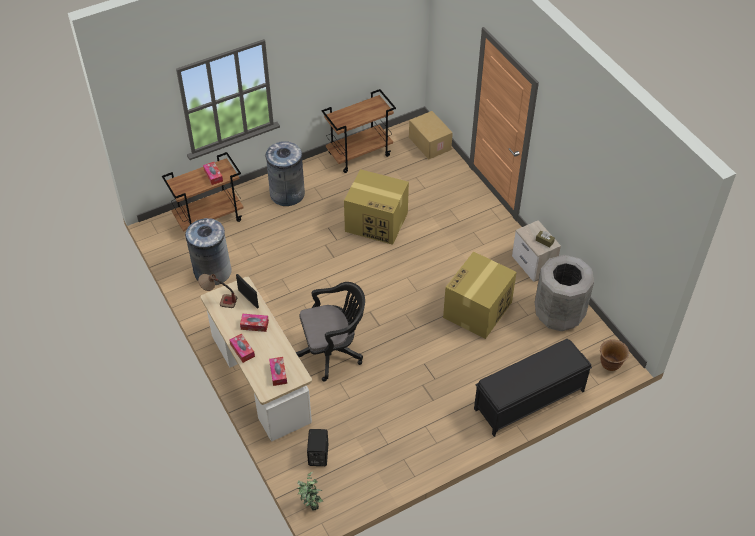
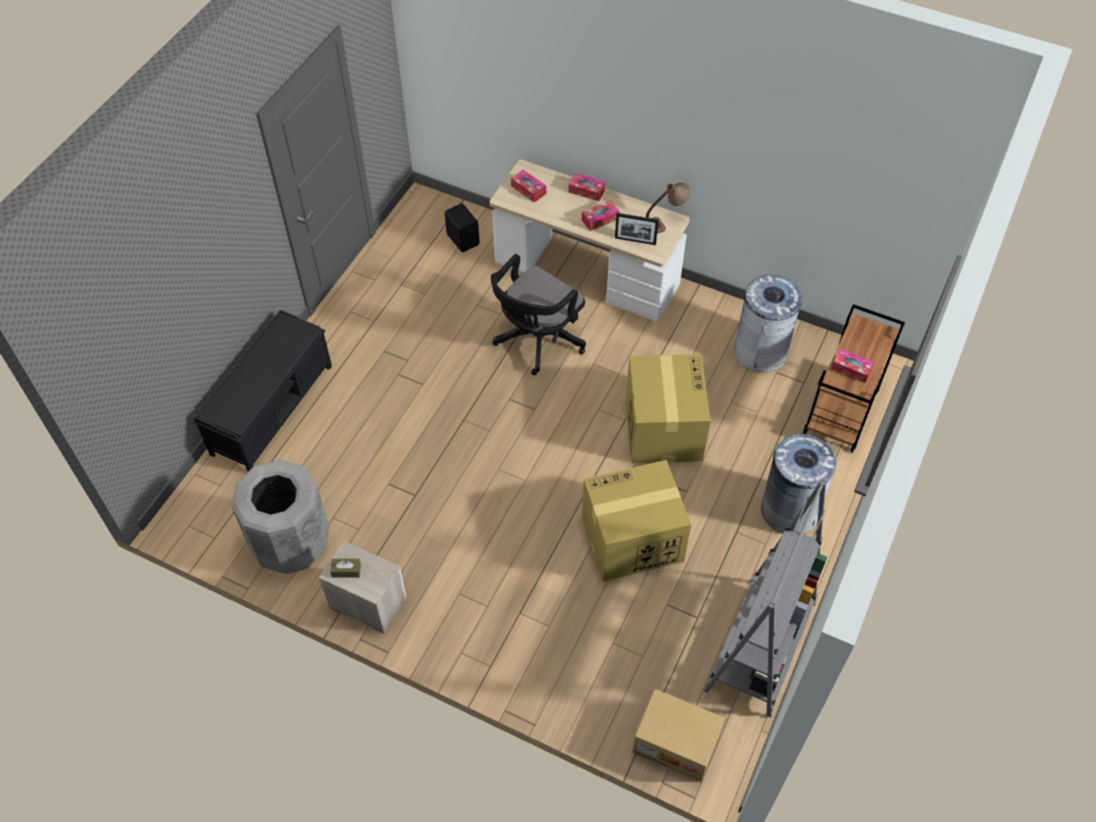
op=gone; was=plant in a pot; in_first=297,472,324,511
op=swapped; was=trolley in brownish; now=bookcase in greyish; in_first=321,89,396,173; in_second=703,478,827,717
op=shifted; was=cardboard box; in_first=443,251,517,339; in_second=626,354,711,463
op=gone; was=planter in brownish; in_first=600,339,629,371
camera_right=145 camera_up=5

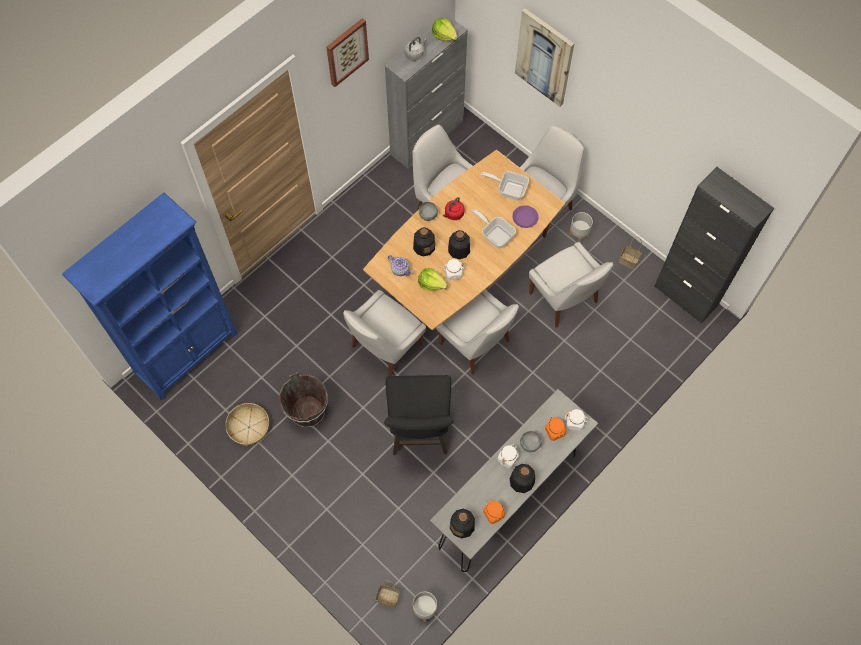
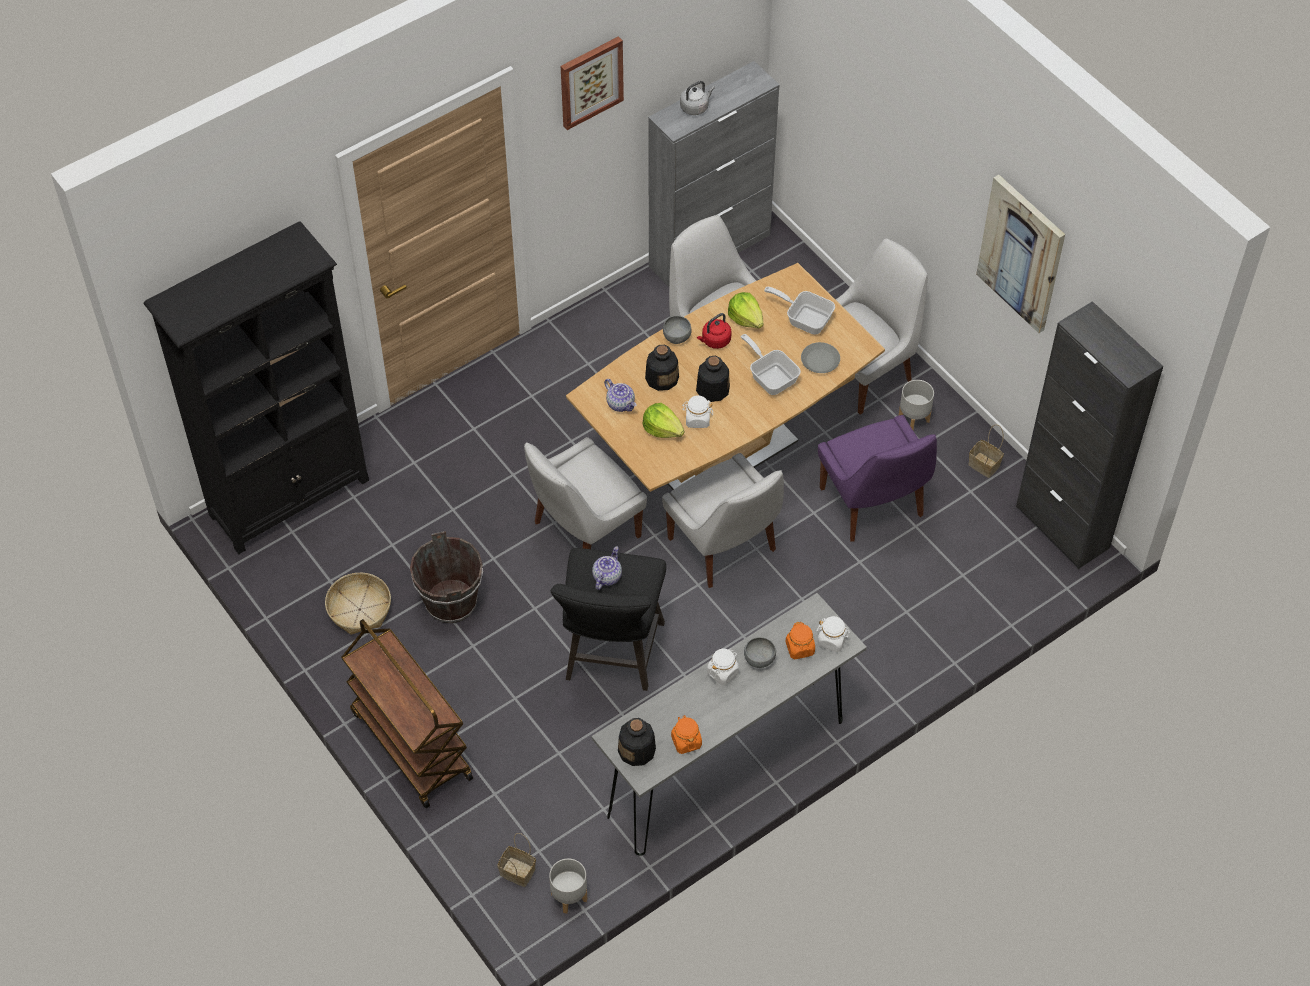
op=repainted; was=bookcase in blue-coloured; now=bookcase in black-coloured; in_first=62,193,238,401; in_second=144,221,369,554
op=shifted; was=lettuce head; in_first=432,18,458,41; in_second=728,292,764,328
op=gone; was=beverage bottle; in_first=509,464,535,493
op=repainted; was=dinner plate in purplish; now=dinner plate in greyish; in_first=512,205,539,228; in_second=801,342,840,373
op=shifted; was=wall art; in_first=515,8,574,107; in_second=976,175,1065,333
op=repainted; was=upright chair in white-coloured; now=upright chair in purplish; in_first=529,242,613,327; in_second=818,415,937,542
op=new; now=trolley in brownish; in_second=341,619,473,808
op=new; now=pot for tea; in_second=592,546,622,590
camera_right=10 camera_up=-10

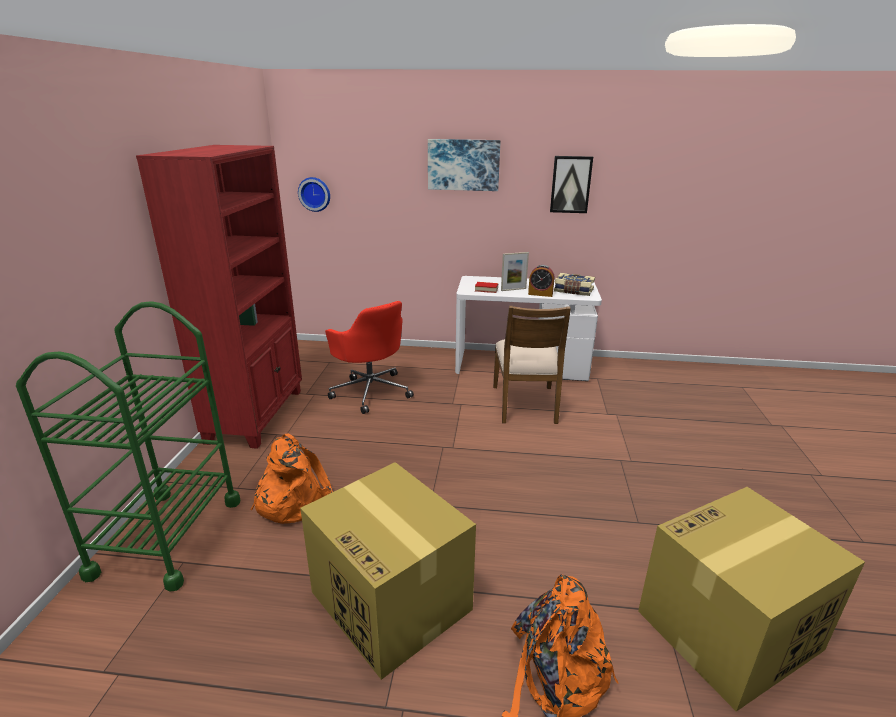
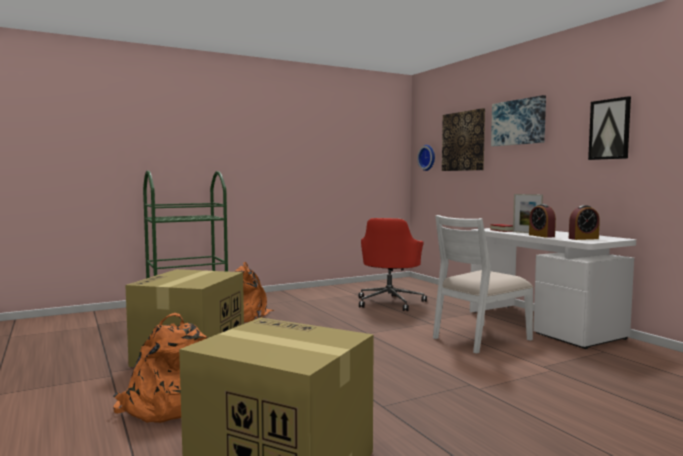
op=gone; was=bookcase in red-coloured; in_first=136,145,302,449
op=repainted; was=upright chair in brownish; now=upright chair in white-coloured; in_first=493,306,571,424; in_second=433,215,533,354
op=swapped; was=bound book; now=alarm clock; in_first=554,273,595,296; in_second=569,205,600,240
op=new; now=wall art; in_second=442,108,485,171
camera_right=55 camera_up=-20

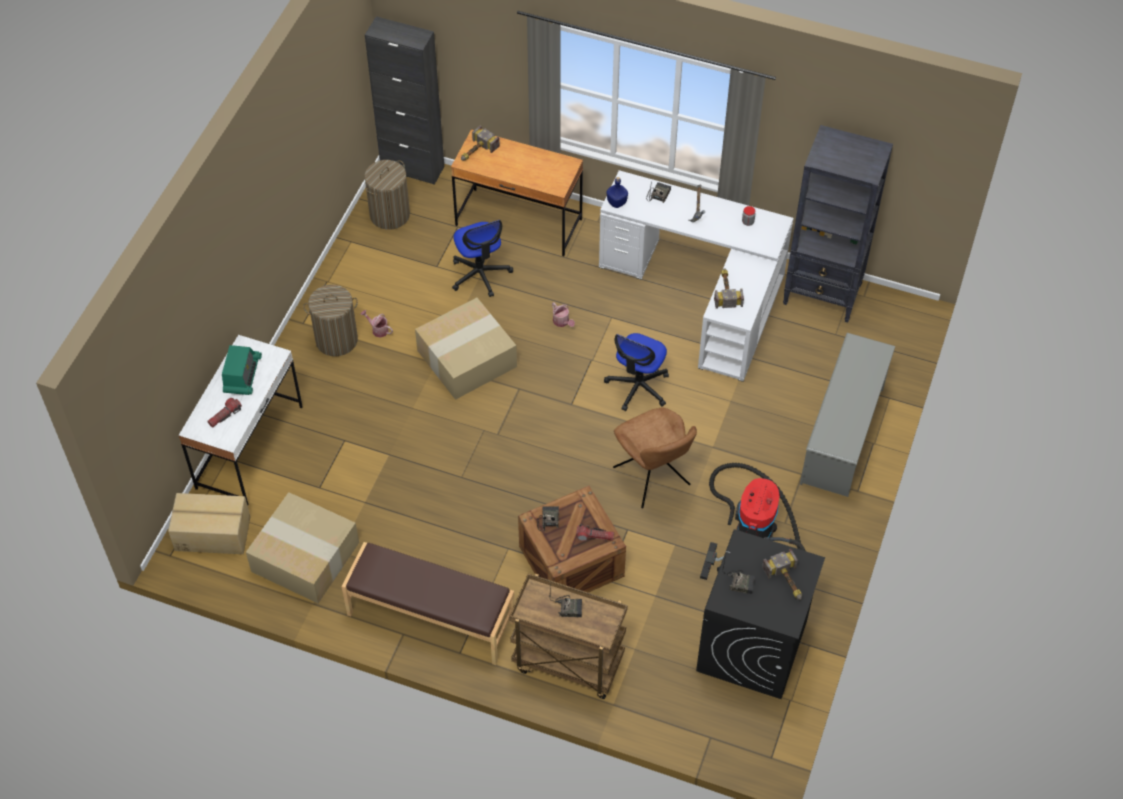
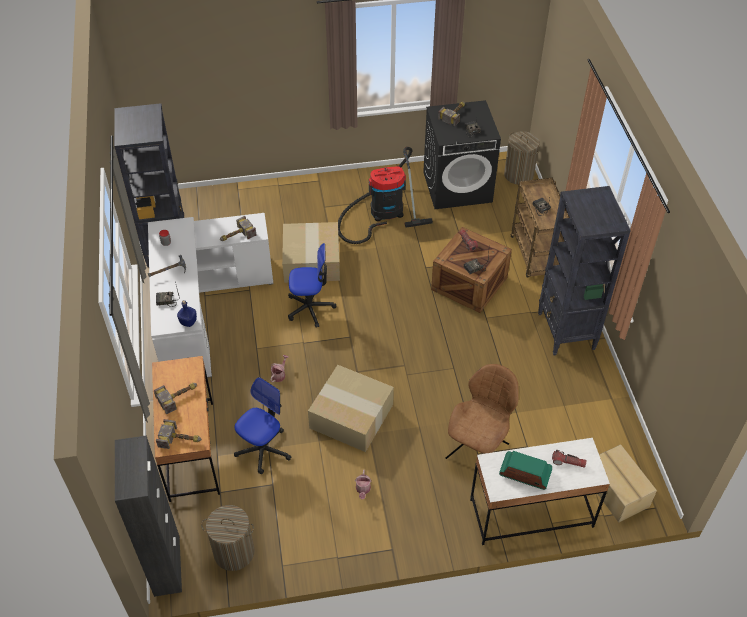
op=rotated; was=radio; in_first=222,345,262,395; in_second=499,451,552,490; clockwise=45
op=shifted; was=cardboard box; in_first=246,492,359,603; in_second=282,222,340,283
op=shifted; was=hamper; in_first=303,285,358,356; in_second=504,132,540,185
op=swapped; was=indoor bench in brownish; now=bookcase in black-coloured; in_first=341,542,515,665; in_second=538,186,631,356
op=shifted; was=upright chair in brownish; in_first=613,407,697,508; in_second=446,364,519,459
op=gone; was=shoe stand in greyish; in_first=800,333,895,497
op=new; now=hand hammer; in_second=154,383,197,415
camera_right=-120 camera_up=-5

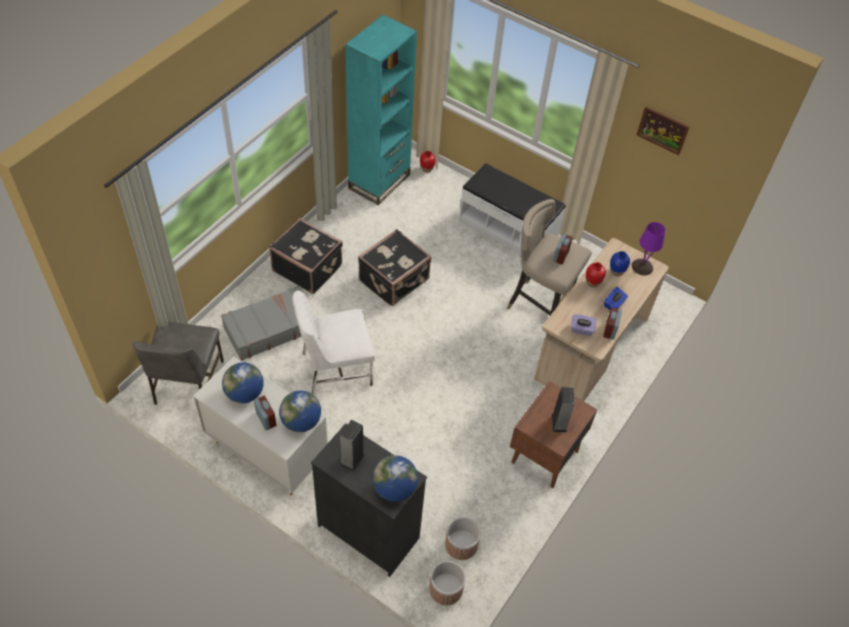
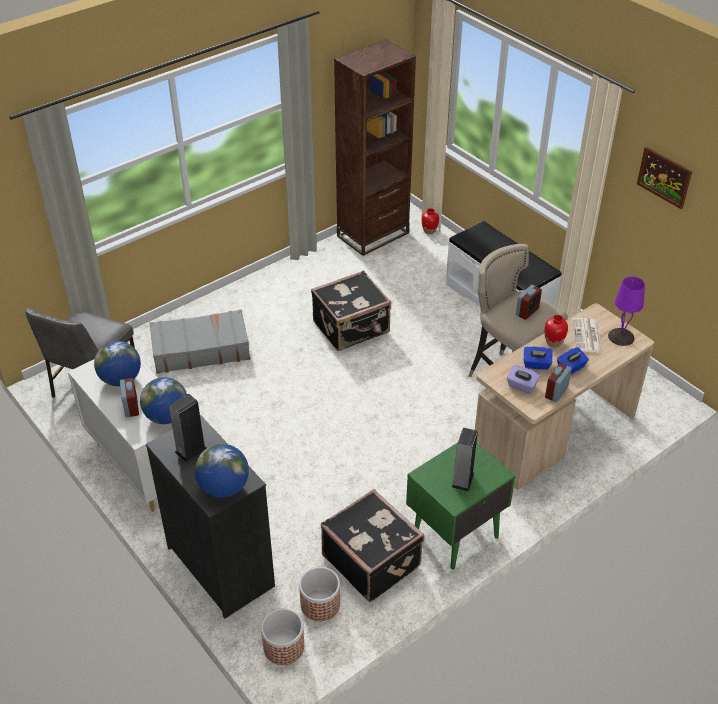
op=shifted; was=travel case in black-coloured; in_first=269,218,343,294; in_second=321,489,424,602
op=gone; was=upright chair in white-coloured; in_first=292,290,375,395
op=repainted; was=bookcase in blue-green; now=bookcase in brownish; in_first=345,15,417,205; in_second=334,39,416,256
op=repainted; was=bedside table in brownish; now=bedside table in green; in_first=510,381,598,488; in_second=406,442,515,570
op=swapped; was=flower vase in blue-coloured; now=printed paper; in_first=610,251,630,276; in_second=573,318,602,353
op=new; now=box of tissues in blue-coloured; in_second=524,346,553,370
camera_right=20 camera_up=-10

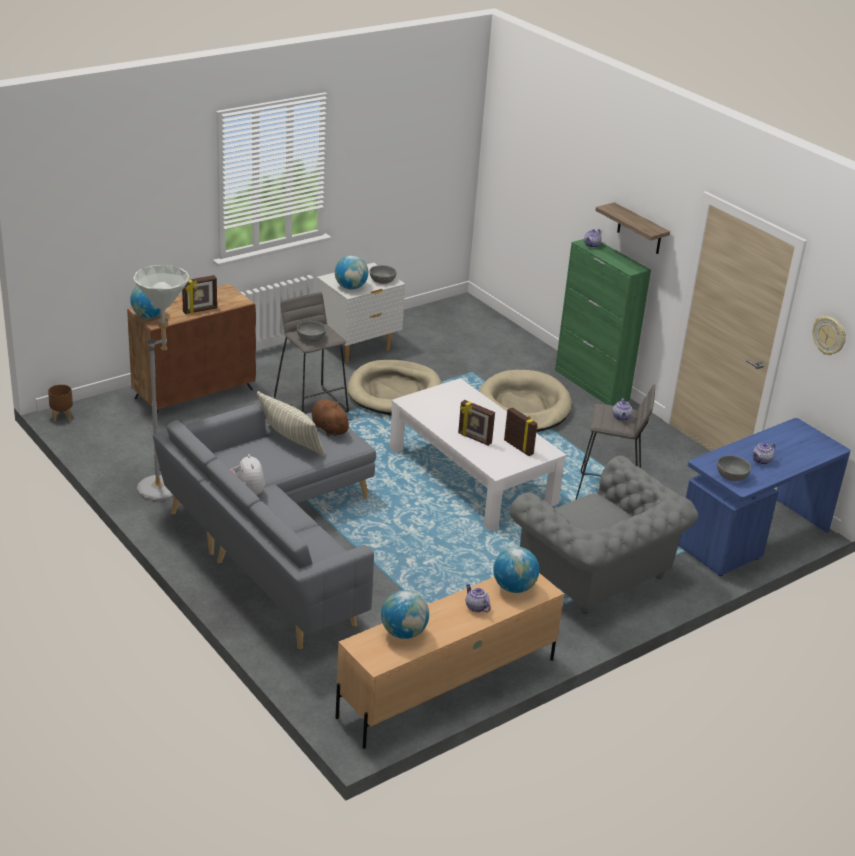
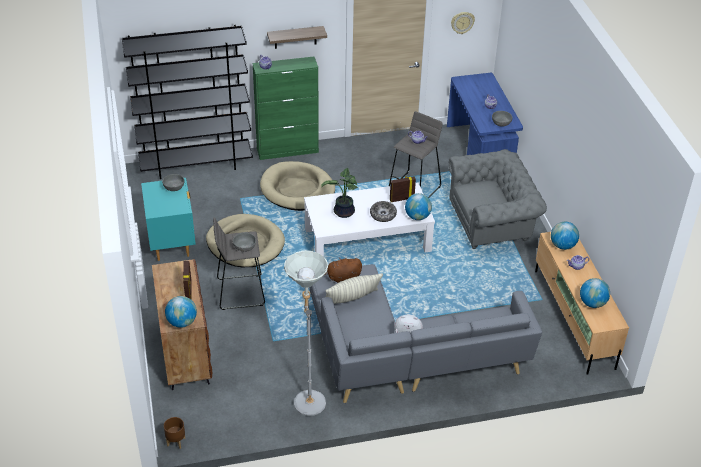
op=repainted; was=bedside table in white-coloured; now=bedside table in blue-green; in_first=317,263,405,363; in_second=141,178,196,261
op=shifted; was=world globe; in_first=335,255,368,290; in_second=405,193,432,220
op=swapped; was=standing frame; now=serving bowl; in_first=458,400,495,446; in_second=370,201,397,222
op=new; now=bookcase in black-coloured; in_second=122,24,253,179
op=new; now=plant in a pot; in_second=321,168,358,218
camera_right=-65 camera_up=10

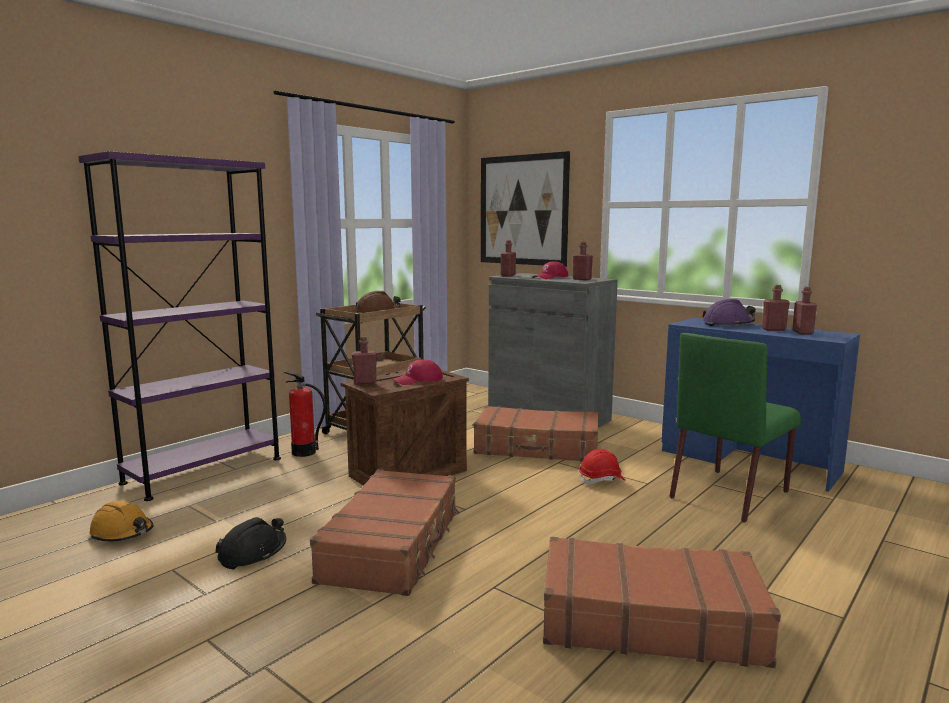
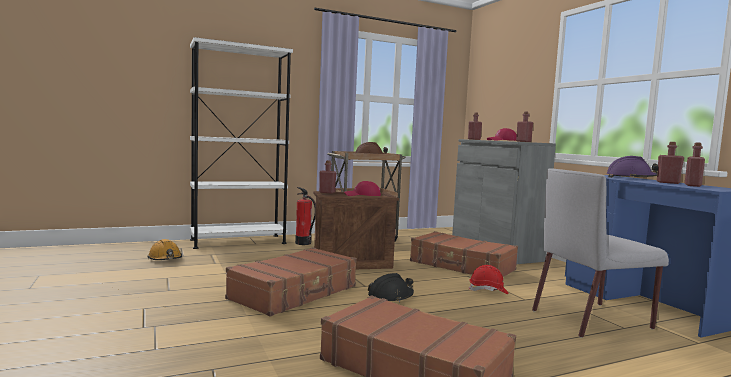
op=repainted; was=bookcase in purplish; now=bookcase in white-coloured; in_first=78,151,281,501; in_second=190,37,293,249
op=shifted; was=safety helmet in black-coloured; in_first=215,517,286,569; in_second=368,273,414,302
op=gone; was=wall art; in_first=481,151,570,267
op=repainted; was=upright chair in green; now=upright chair in greyish; in_first=669,333,801,523; in_second=532,168,669,338
camera_right=25 camera_up=-5

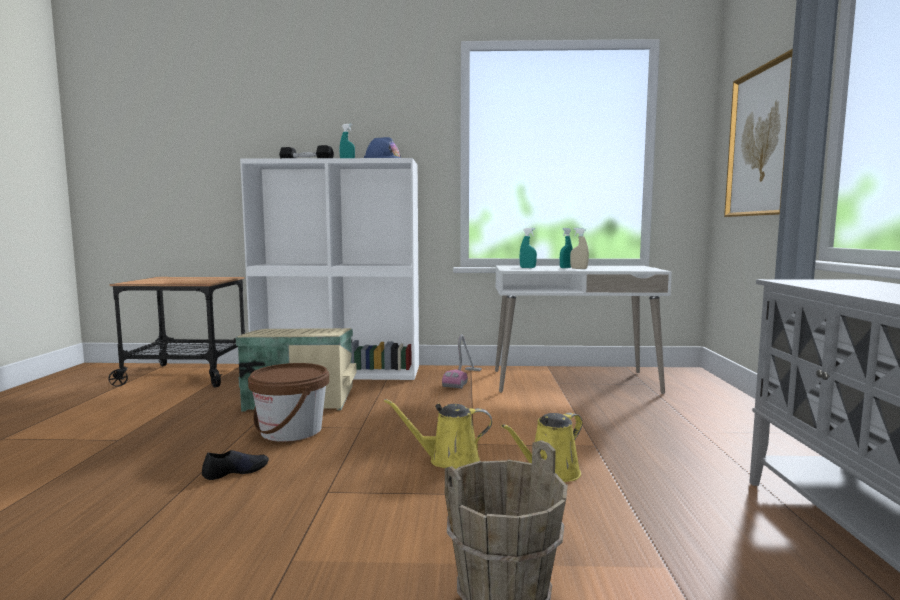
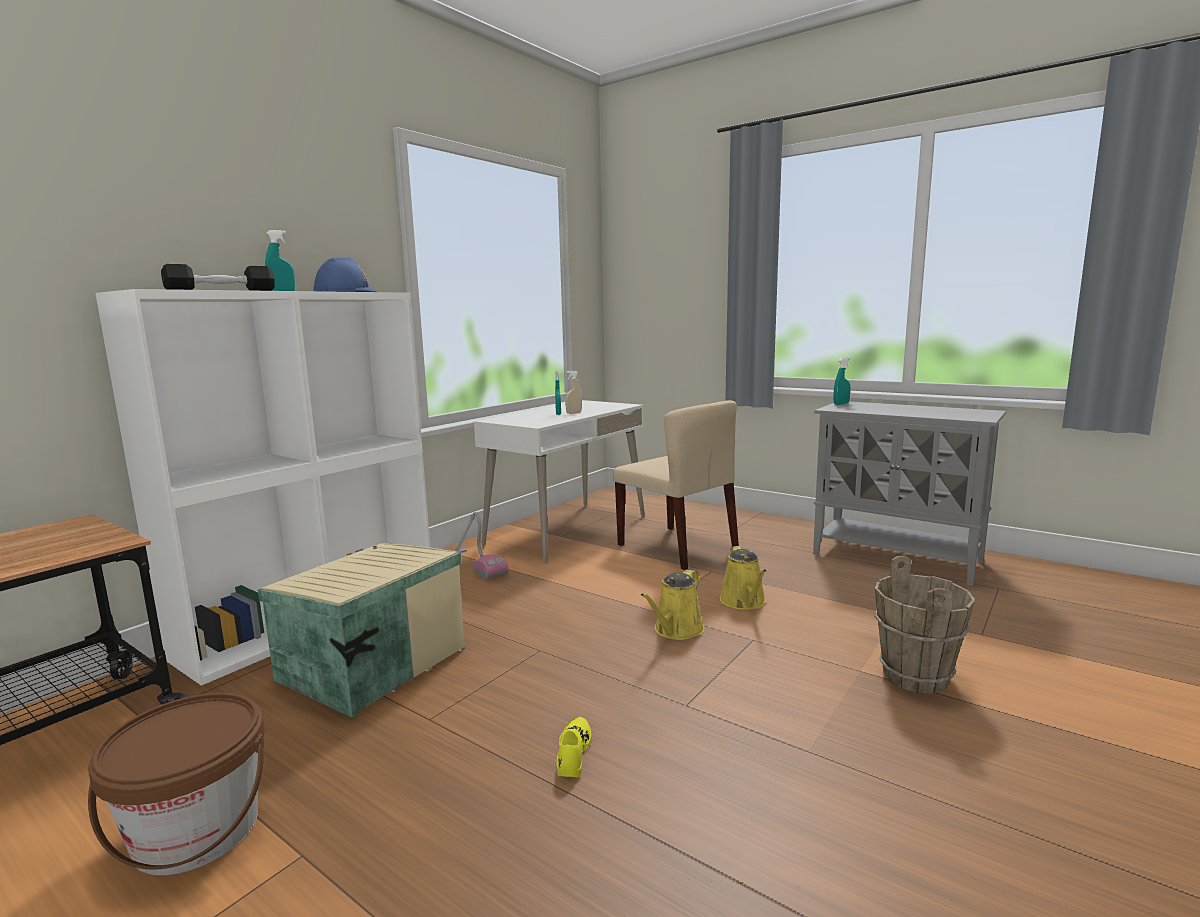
op=repainted; was=item of footwear in black-coloured; now=item of footwear in yellowish; in_first=202,450,269,480; in_second=557,717,591,777
op=shifted; was=water bucket in brownish; in_first=248,363,329,442; in_second=88,693,265,875
op=shifted; was=hand sprayer in blue-green; in_first=520,228,537,268; in_second=834,358,851,405
op=gone; was=wall art; in_first=724,49,793,217
op=new; now=upright chair in sand-coloured; in_second=613,400,739,570
camera_right=-55 camera_up=5

